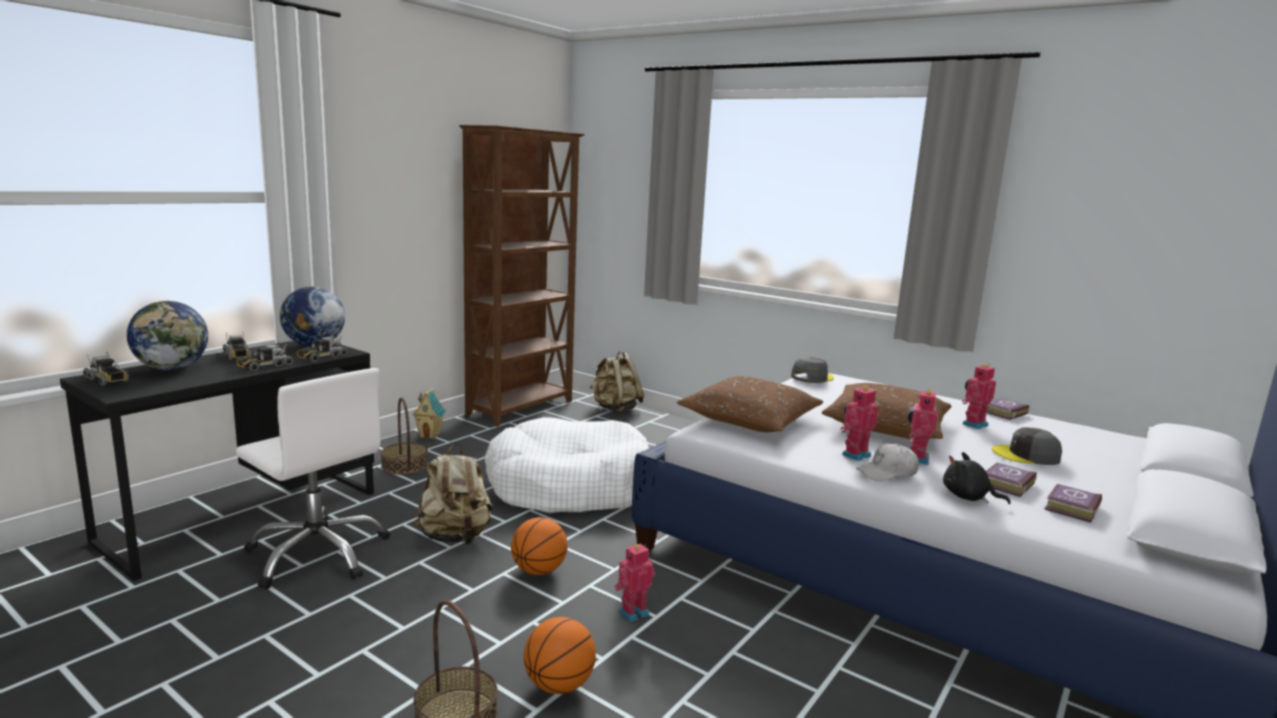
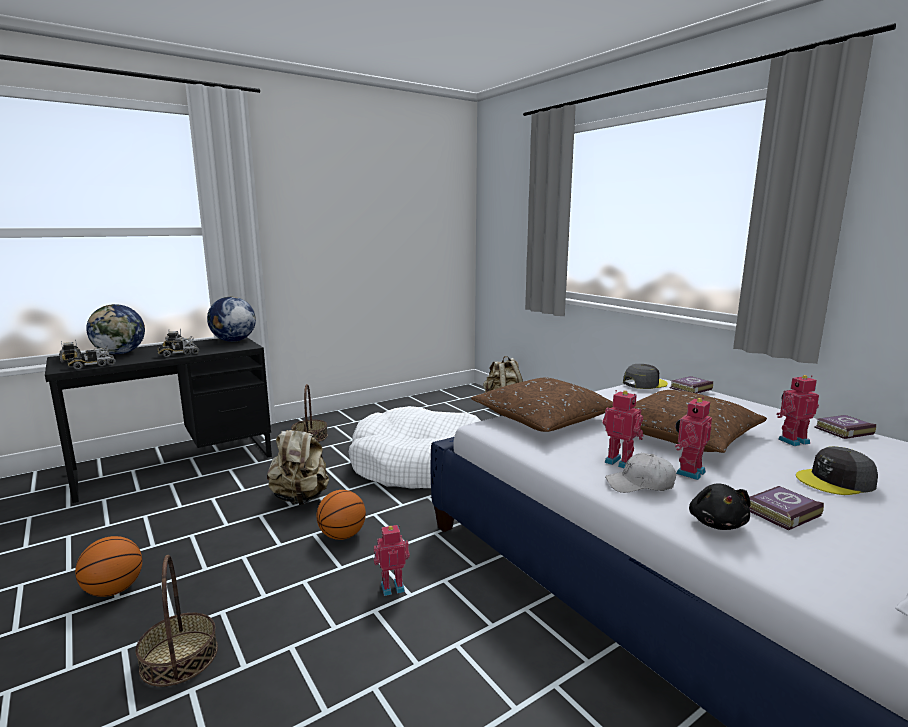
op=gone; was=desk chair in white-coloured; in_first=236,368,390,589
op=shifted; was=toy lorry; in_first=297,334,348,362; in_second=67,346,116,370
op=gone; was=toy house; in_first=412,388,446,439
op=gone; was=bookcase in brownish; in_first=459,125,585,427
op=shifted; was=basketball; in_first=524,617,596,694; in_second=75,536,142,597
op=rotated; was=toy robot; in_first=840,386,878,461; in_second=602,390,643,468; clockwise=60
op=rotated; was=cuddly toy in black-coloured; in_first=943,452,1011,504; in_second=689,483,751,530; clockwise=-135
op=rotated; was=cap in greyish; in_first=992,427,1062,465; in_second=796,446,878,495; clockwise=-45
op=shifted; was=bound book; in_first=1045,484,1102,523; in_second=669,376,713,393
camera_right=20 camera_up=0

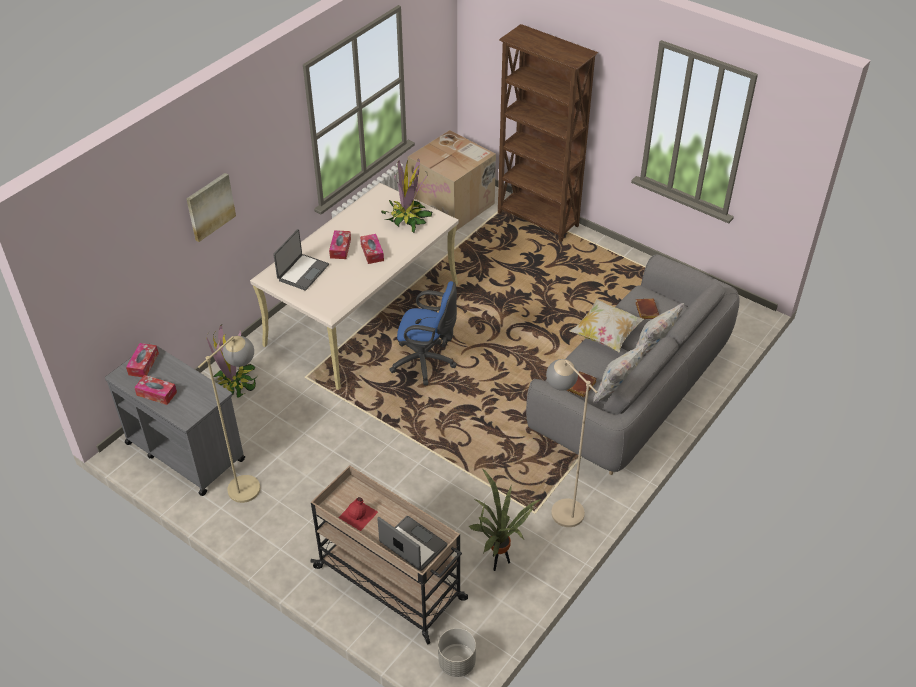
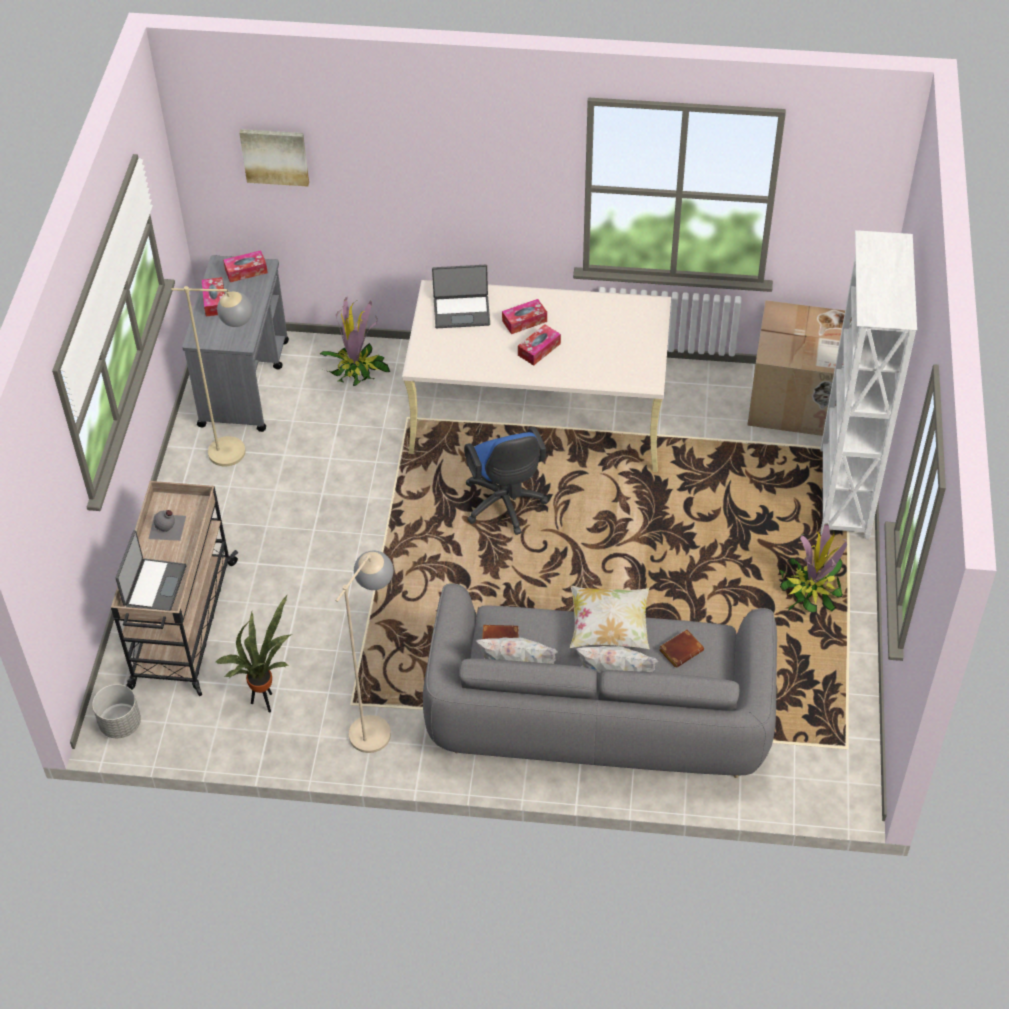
op=shifted; was=wall art; in_first=186,173,236,242; in_second=239,129,309,187
op=repainted; was=beverage bottle in red-coloured; now=beverage bottle in greyish; in_first=338,497,378,531; in_second=148,510,186,541
op=shifted; was=plant in a pot; in_first=381,159,432,233; in_second=779,523,847,613
op=repainted; was=bookcase in brownish; now=bookcase in white-coloured; in_first=498,24,598,242; in_second=820,230,917,540
camera_right=60 camera_up=5

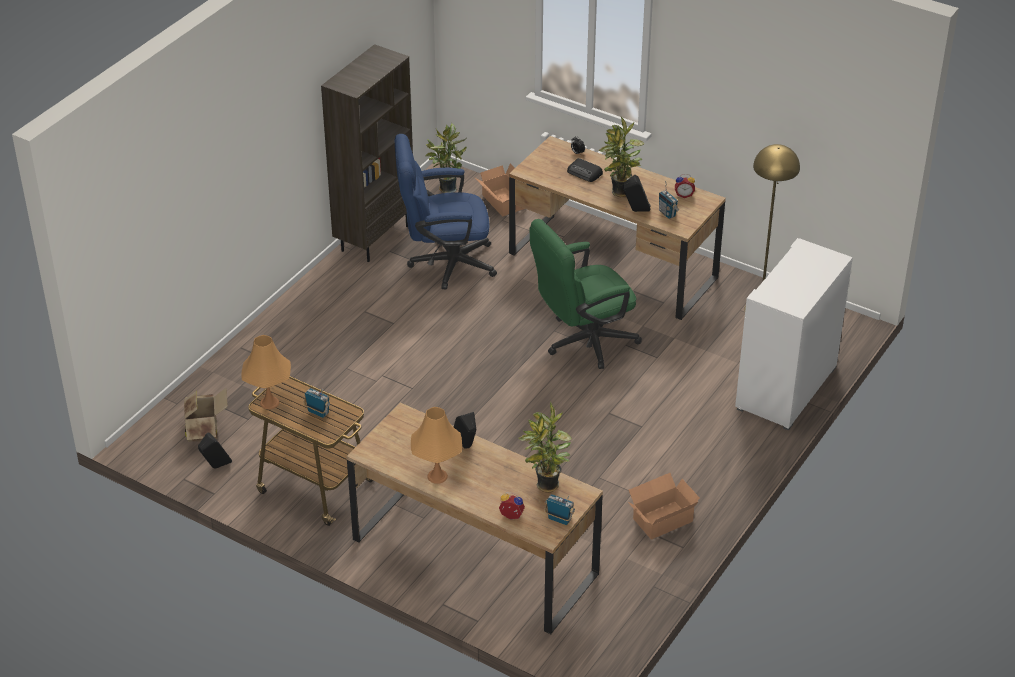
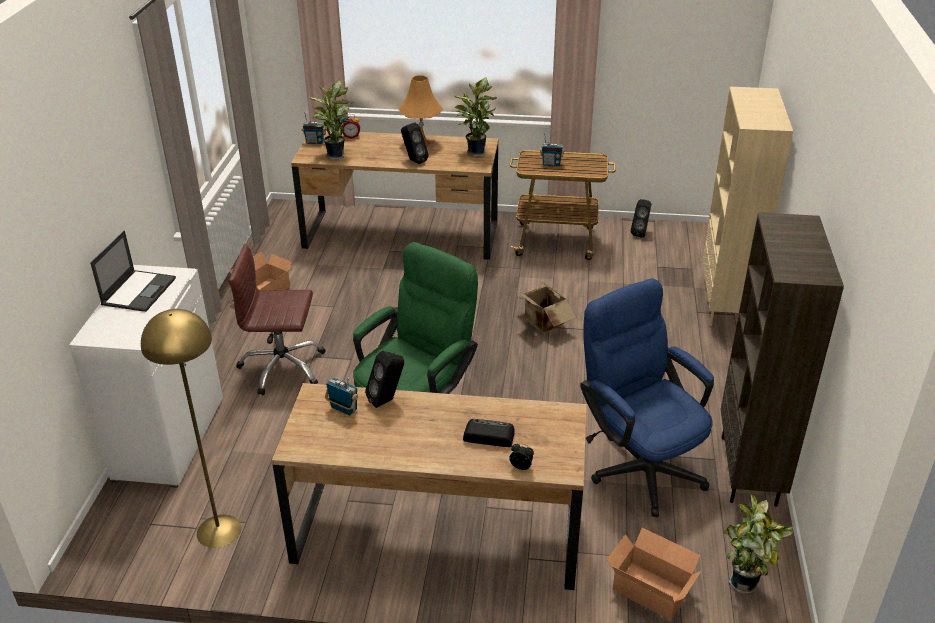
op=shifted; was=cardboard box; in_first=184,387,228,442; in_second=516,281,576,333
op=gone; was=tabletop lamp in orange-coloured; in_first=241,335,291,409
op=rotated; was=desk chair in blue-coloured; in_first=394,134,497,290; in_second=580,278,714,517; clockwise=-90
op=shifted; was=plant in a pot; in_first=599,117,644,197; in_second=455,77,497,157
op=gone; was=alarm clock; in_first=675,174,695,198
op=new; now=portable computer; in_second=90,231,176,312
op=new; now=desk chair in brownish; in_second=229,244,325,395
op=new; now=bookcase in sand-coloured; in_second=703,87,793,326
camera_right=155 camera_up=-5

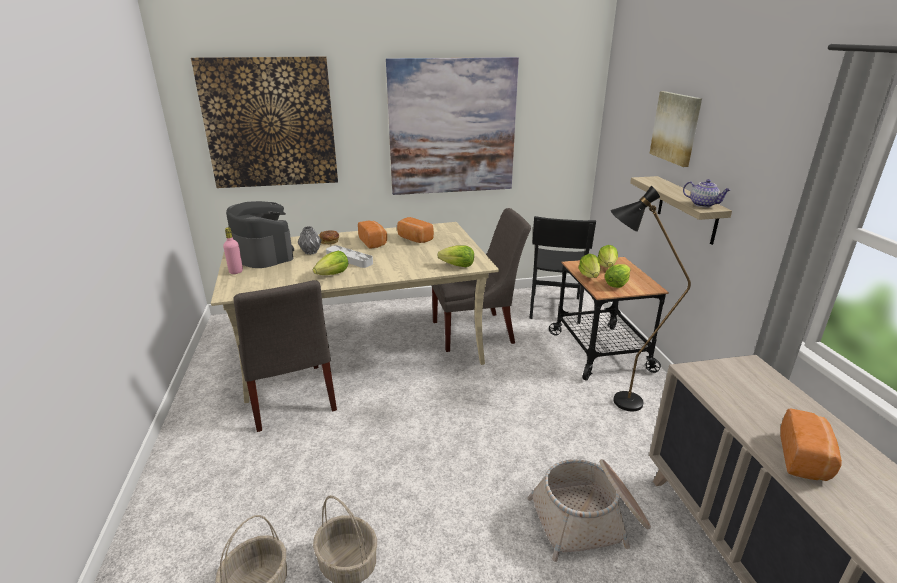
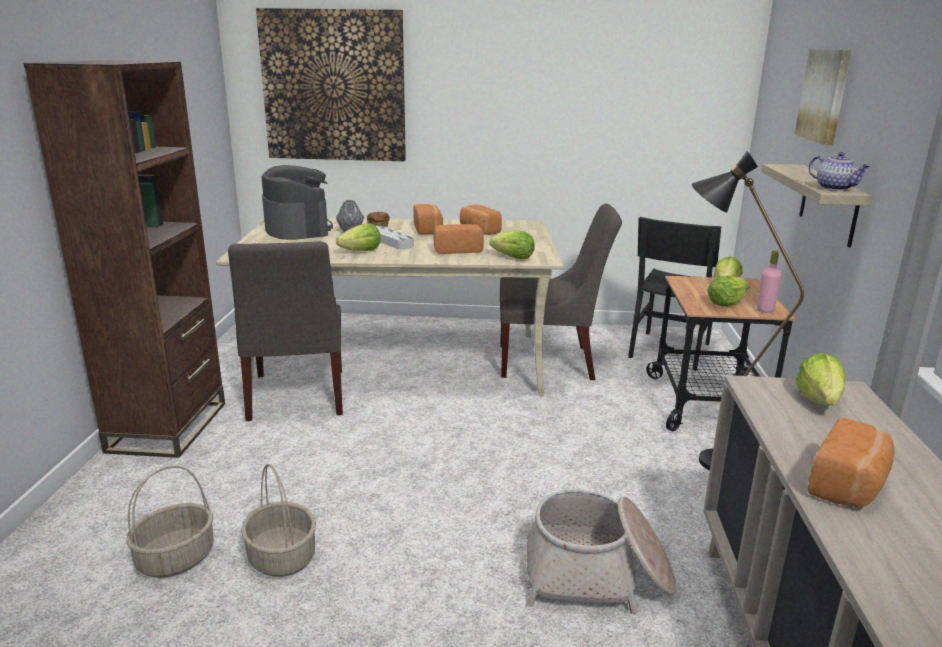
op=shifted; was=beverage bottle in pink; in_first=223,227,243,274; in_second=757,250,781,313
op=gone; was=wall art; in_first=386,57,519,195
op=shifted; was=lettuce head; in_first=578,254,601,278; in_second=796,353,845,406
op=new; now=bookcase in brownish; in_second=23,60,225,458
op=new; now=bakery bread; in_second=433,224,484,254
camera_right=15 camera_up=-5

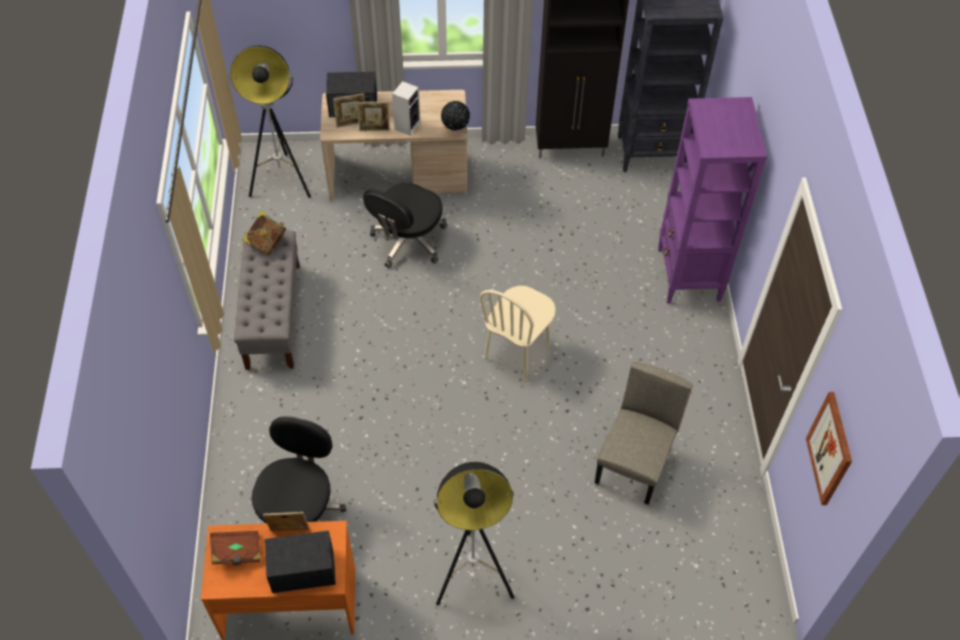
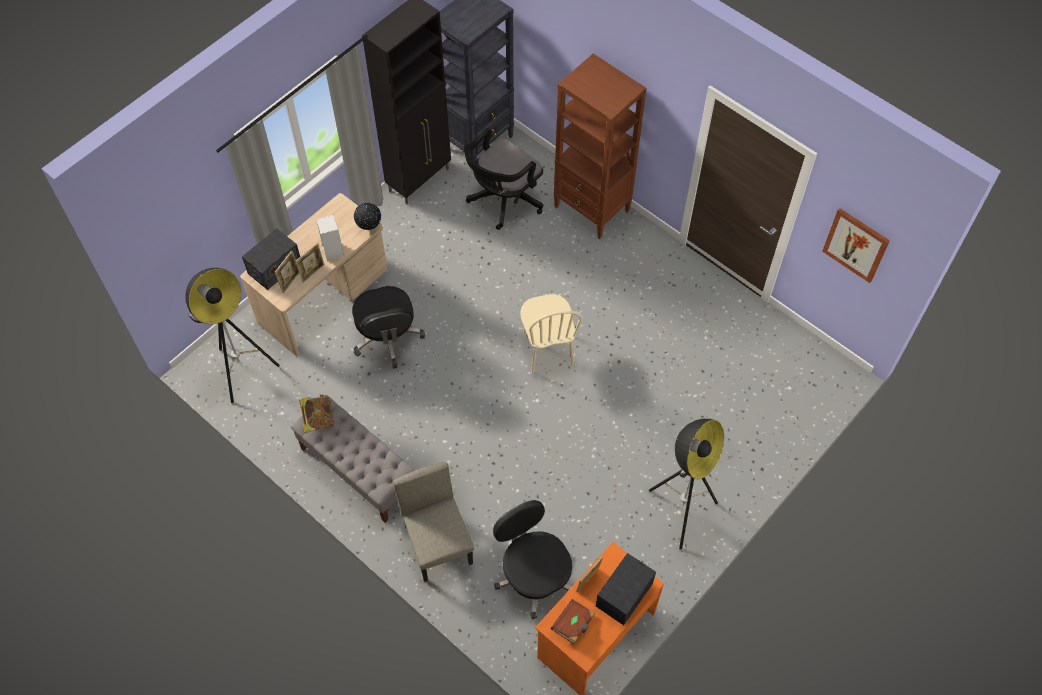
op=shifted; was=upright chair in sand-coloured; in_first=595,362,693,505; in_second=393,462,474,582
op=repainted; was=bookcase in purplish; now=bookcase in brownish; in_first=658,97,767,303; in_second=553,54,646,239
op=new; now=desk chair in black-coloured; in_second=464,128,543,230
camera_right=-45 camera_up=5

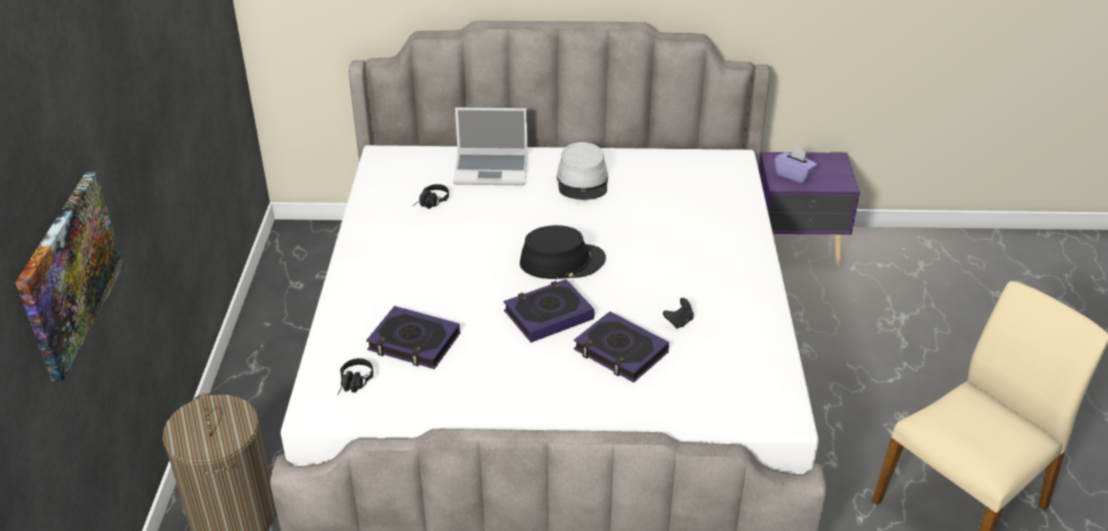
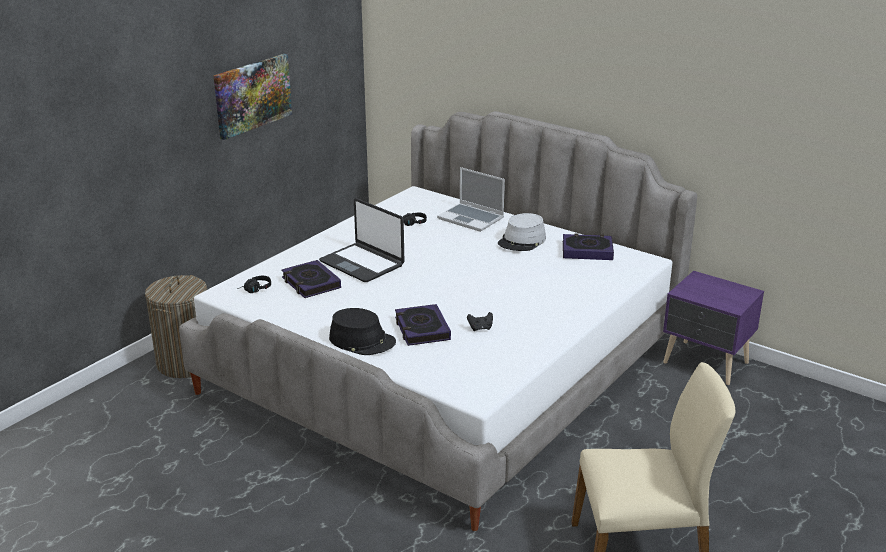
op=shifted; was=wall art; in_first=15,172,124,382; in_second=213,54,292,140
op=shifted; was=bound book; in_first=504,279,594,342; in_second=563,233,614,260
op=shifted; was=clothing hat in black-coloured; in_first=520,225,606,279; in_second=329,308,396,355
op=gone; was=box of tissues in purplish; in_first=775,146,818,184
op=new; now=portable computer; in_second=319,198,404,282
camera_right=35 camera_up=-10

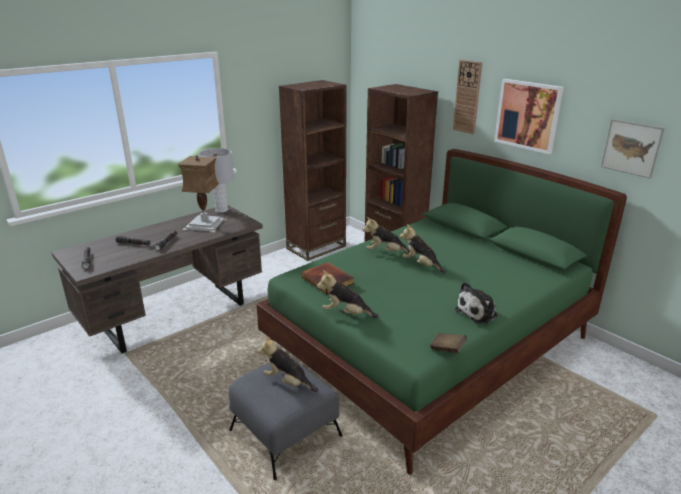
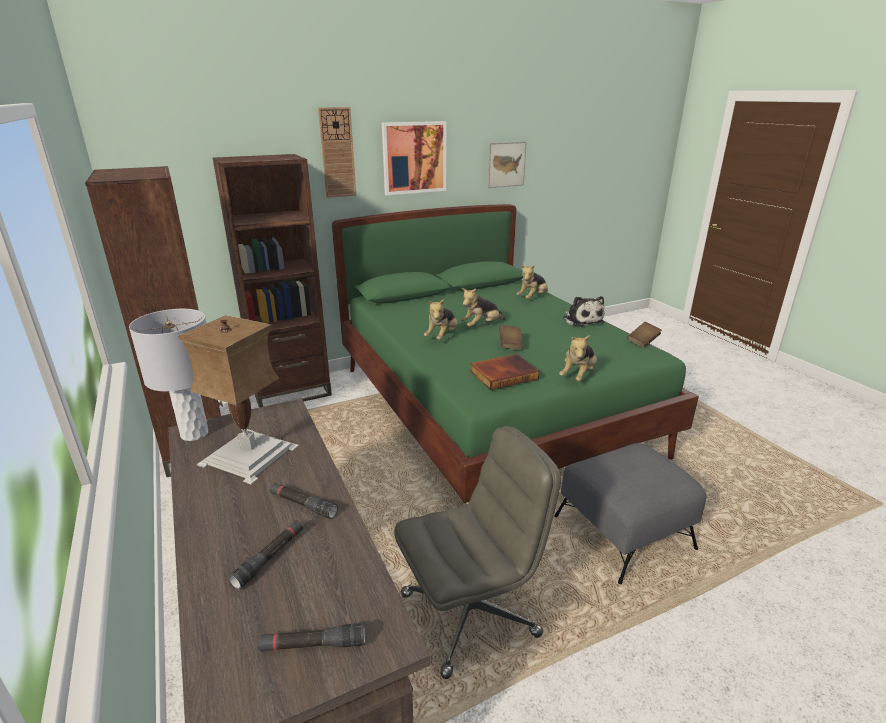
op=shifted; was=cuddly toy; in_first=258,335,319,392; in_second=516,264,548,299
op=new; now=desk chair in greyish; in_second=394,426,561,679
op=new; now=bound book in brownish; in_second=499,325,523,350
camera_right=-75 camera_up=0

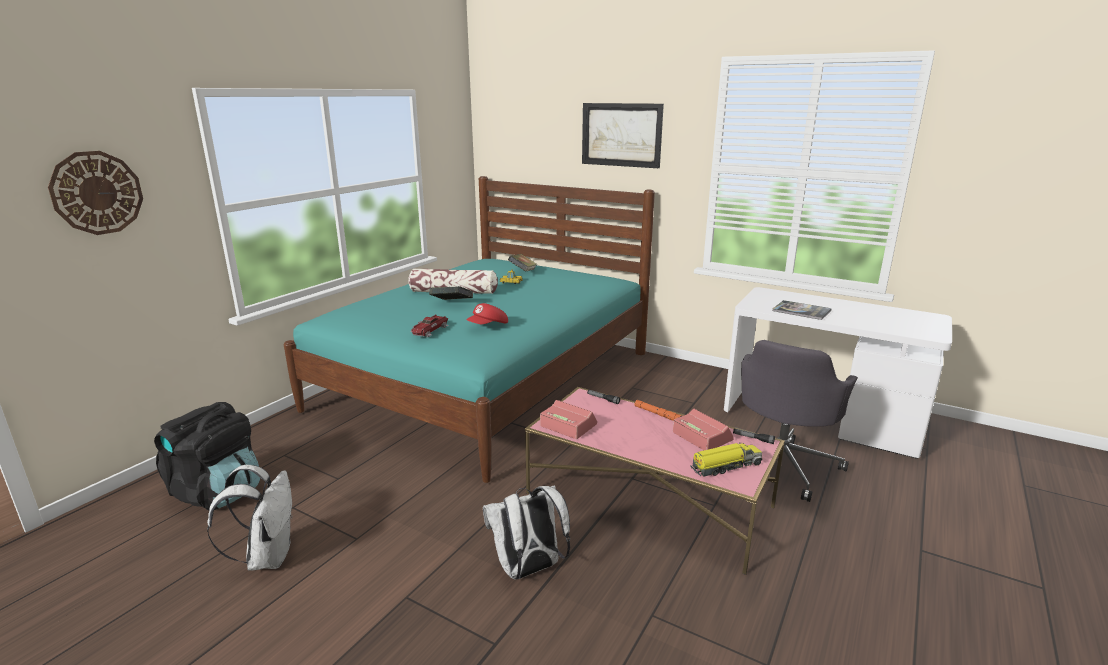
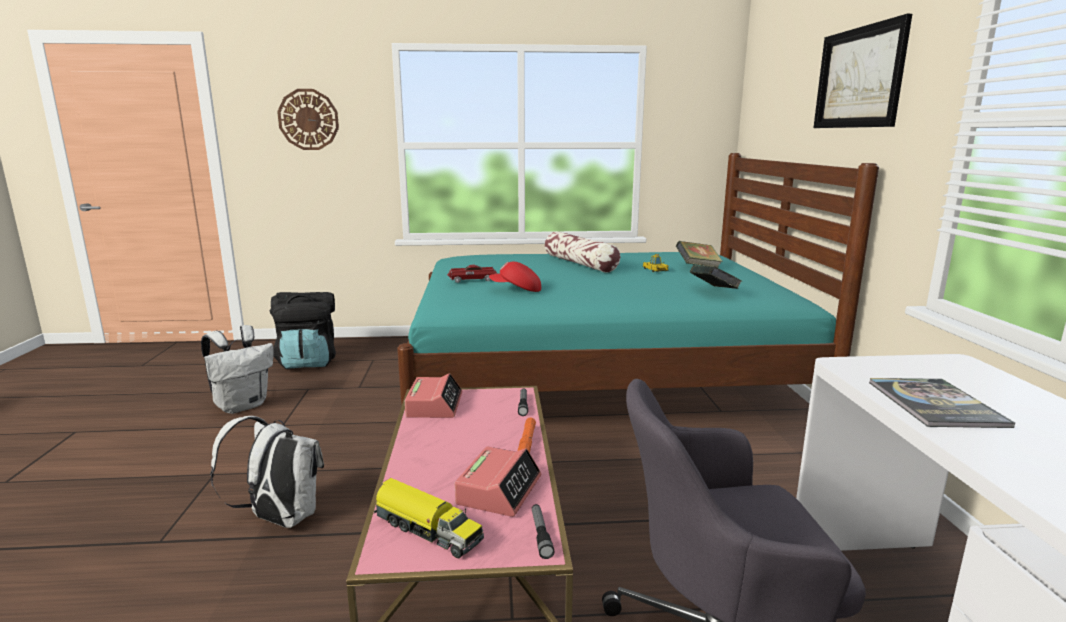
op=shifted; was=bound book; in_first=429,286,473,300; in_second=690,265,742,289
camera_right=55 camera_up=-5

